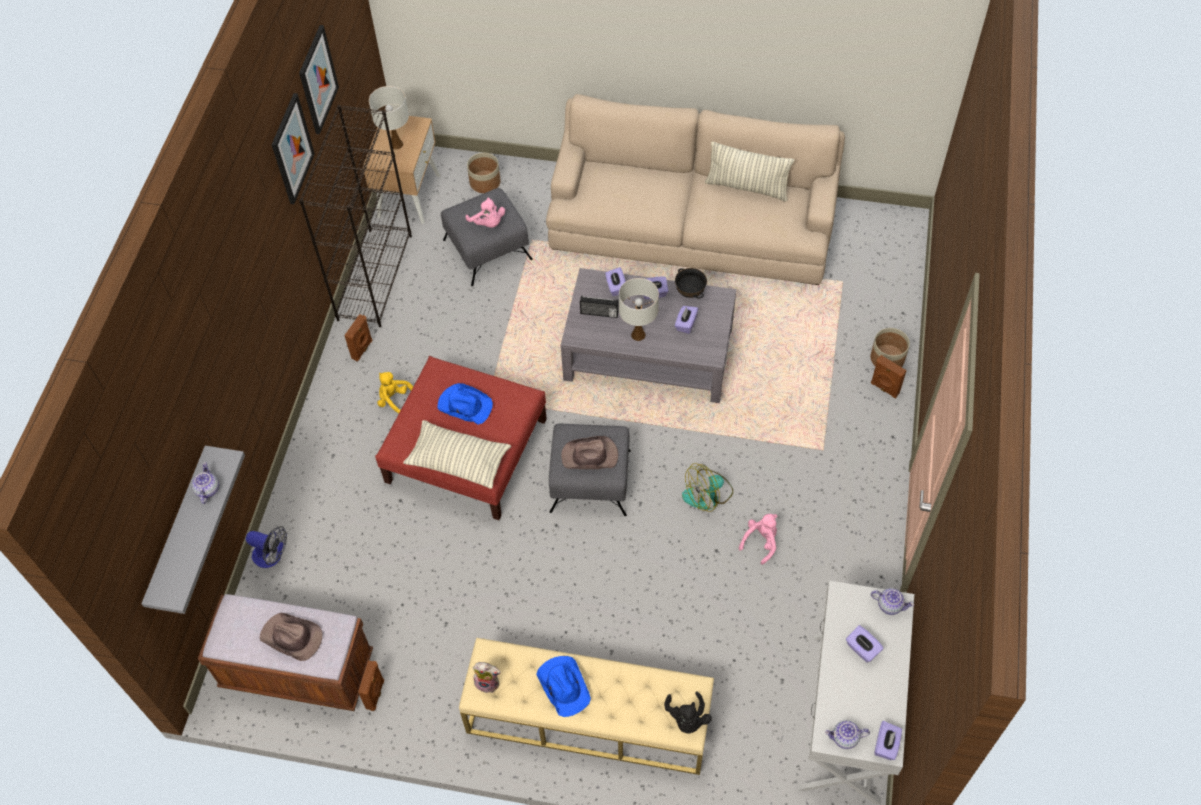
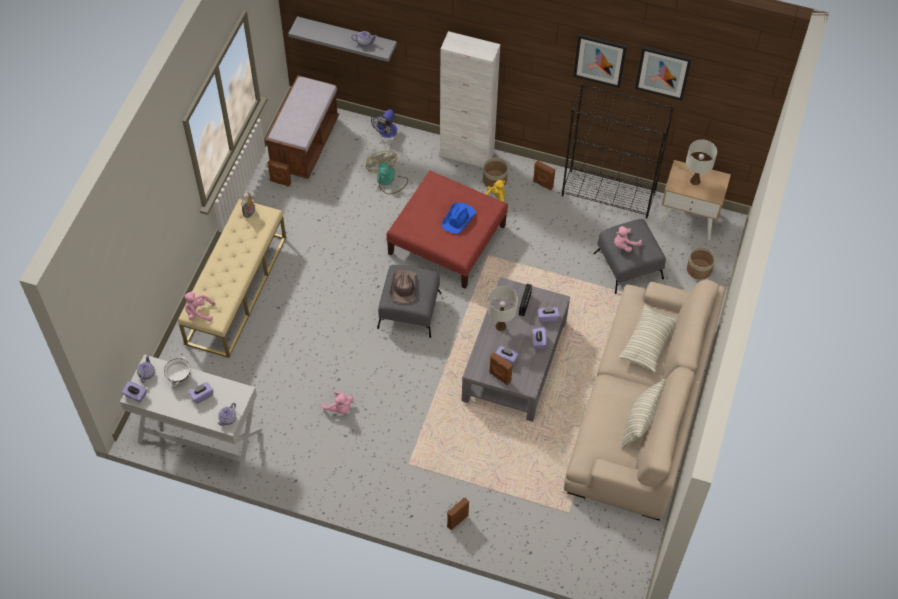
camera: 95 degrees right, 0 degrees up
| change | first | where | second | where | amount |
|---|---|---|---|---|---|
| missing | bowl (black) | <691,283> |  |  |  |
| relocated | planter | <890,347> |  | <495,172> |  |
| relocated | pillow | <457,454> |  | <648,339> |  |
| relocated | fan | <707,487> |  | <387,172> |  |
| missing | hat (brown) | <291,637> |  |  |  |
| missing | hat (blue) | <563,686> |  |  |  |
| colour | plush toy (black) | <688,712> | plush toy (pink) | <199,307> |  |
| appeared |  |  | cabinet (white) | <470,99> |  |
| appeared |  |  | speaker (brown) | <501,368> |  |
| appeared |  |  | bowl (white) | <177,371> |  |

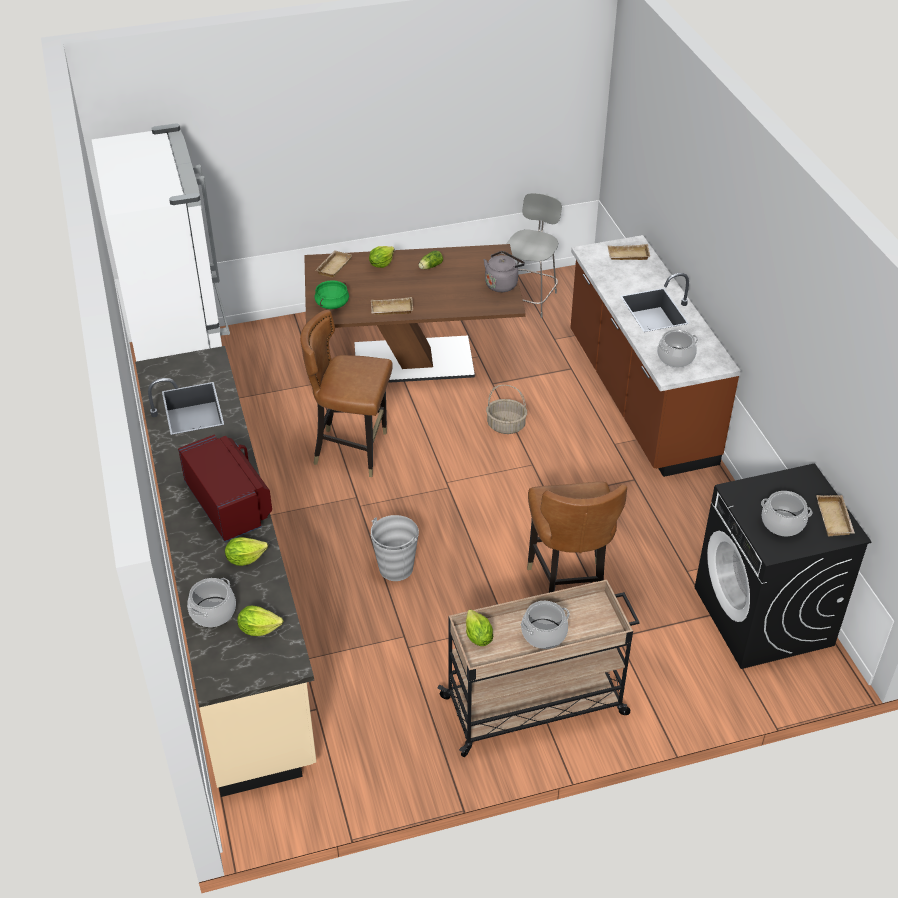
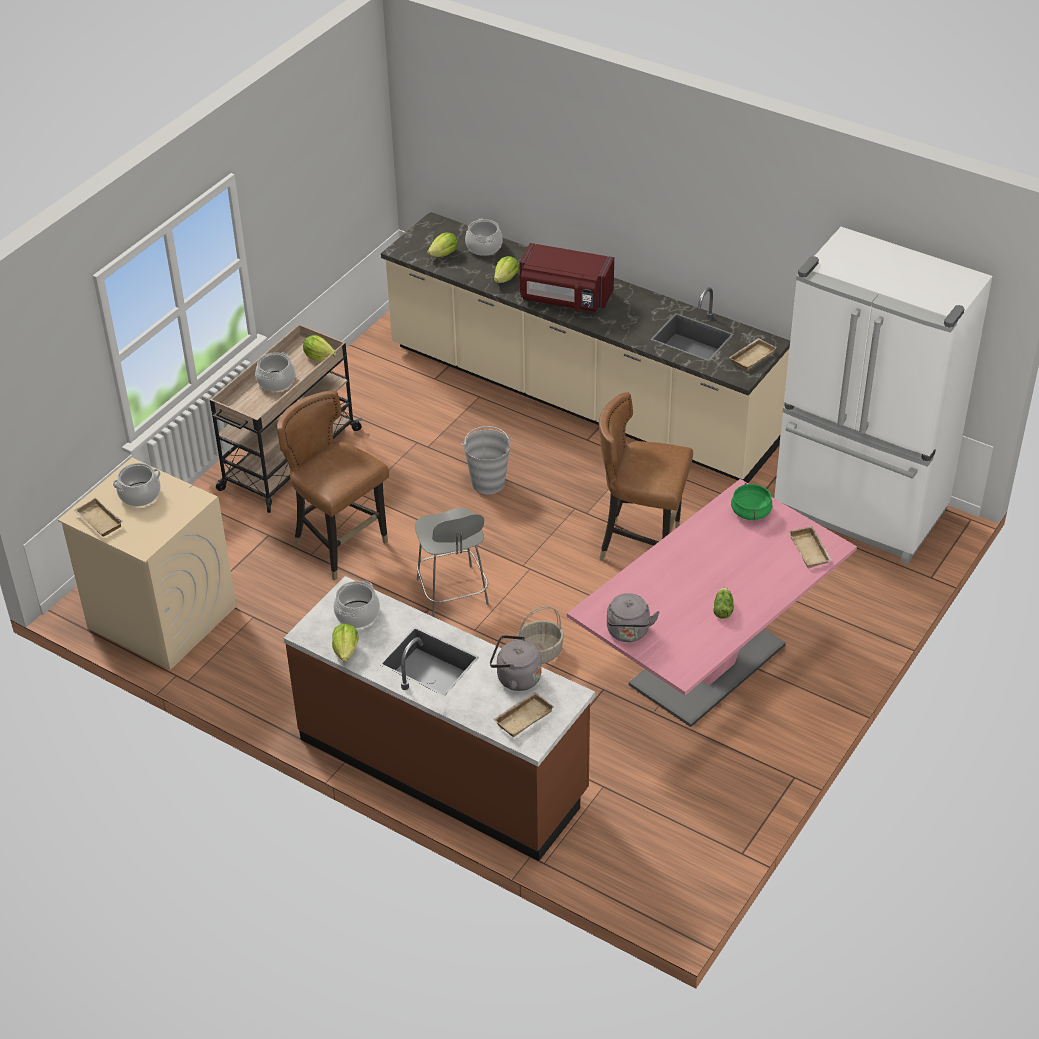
camera: 140 degrees right, 0 degrees up
| change | first | where | second | where | amount |
|---|---|---|---|---|---|
| relocated | chair (grey) | <534,255> |  | <452,562> |  |
| colour | dining table (brown) | <415,313> | dining table (pink) | <712,603> |  |
| relocated | lettuce | <381,257> |  | <345,642> |  |
| relocated | tray (beige) | <392,306> |  | <753,354> |  |
| spun | chair (brown) | <346,393> |  | <646,476> | 135 degrees counterclockwise |
| colour | washing machine (black) | <783,566> | washing machine (beige) | <147,564> |  |
| appeared |  |  | kettle (grey) | <515,663> |  |

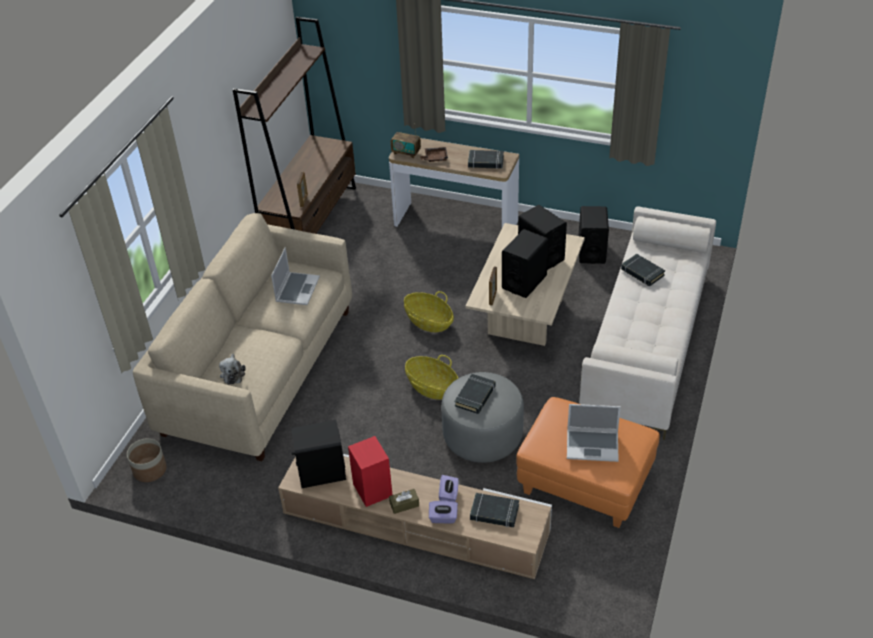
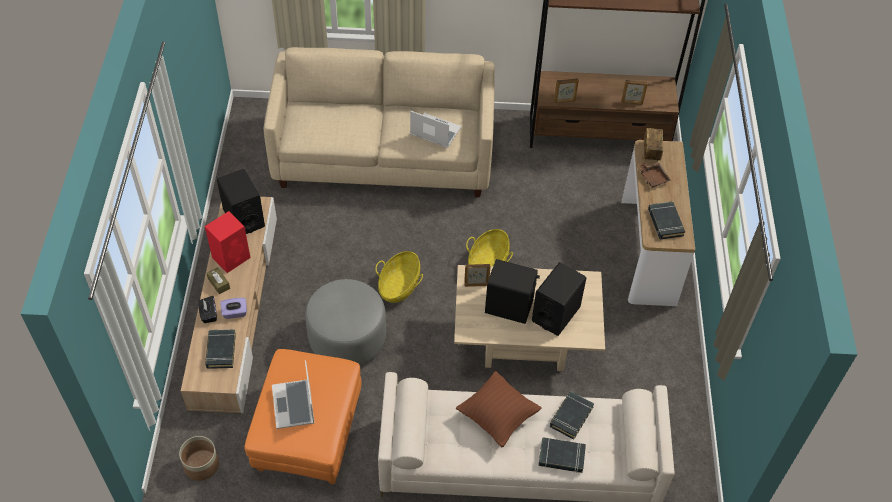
camera: 70 degrees right, 10 degrees up
| change | first | where | second | where | amount |
|---|---|---|---|---|---|
| missing | speaker (black) | <594,235> |  |  |  |
| spun | laptop | <295,276> |  | <435,129> | 150 degrees counterclockwise |
| missing | plush toy | <232,369> |  |  |  |
| relocated | book (black) | <475,394> |  | <562,455> |  |
| relocated | planter | <147,460> |  | <199,458> |  |
| colour | tissue box (purple) | <443,512> | tissue box (black) | <207,309> |  |
| appeared |  |  | picture frame | <634,92> |  |
| appeared |  |  | pillow (brown) | <498,409> |  |

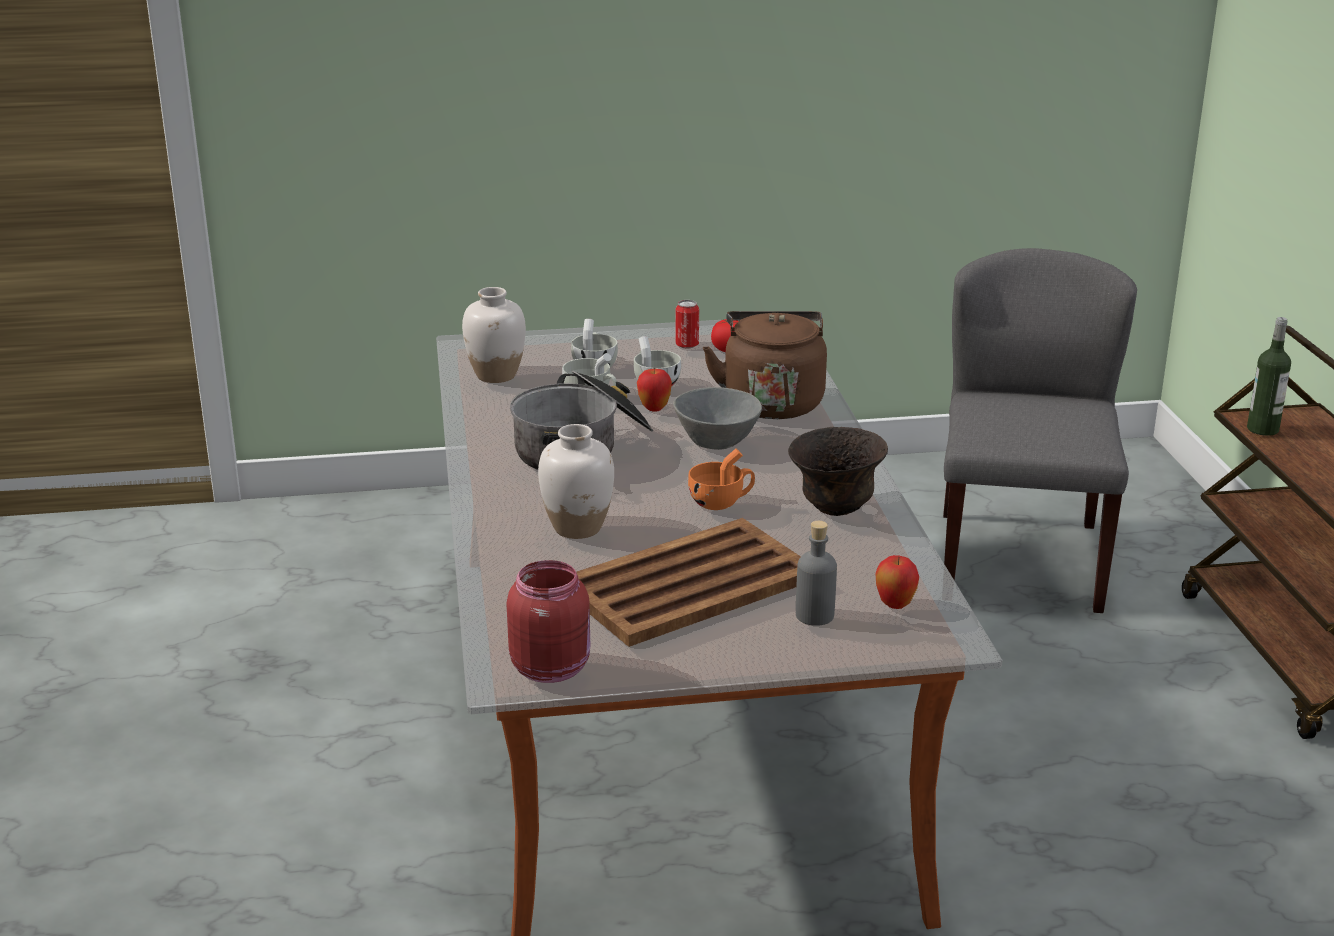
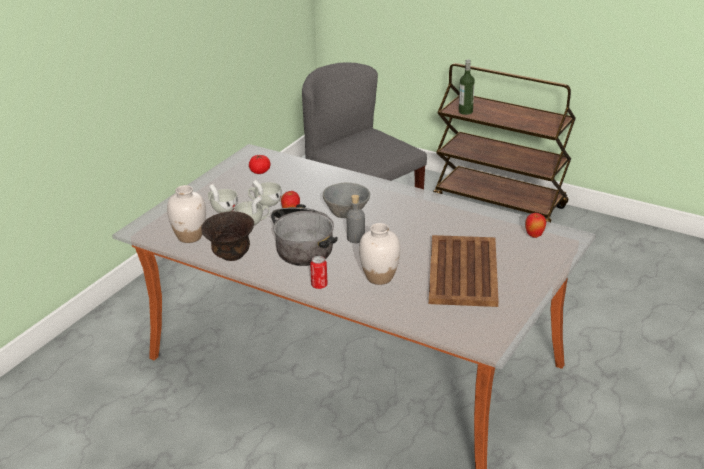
camera: 50 degrees left, 5 degrees up
| change | first | where | second | where | amount |
|---|---|---|---|---|---|
| relocated | can | <687,324> |  | <319,272> |  |
| missing | kettle (brown) | <765,365> |  |  |  |
| relocated | bowl (brown) | <838,471> |  | <227,236> |  |
| missing | cup (orange) | <721,479> |  |  |  |
| relocated | bottle (grey) | <816,573> |  | <355,219> |  |
| missing | jar (red) | <548,621> |  |  |  |

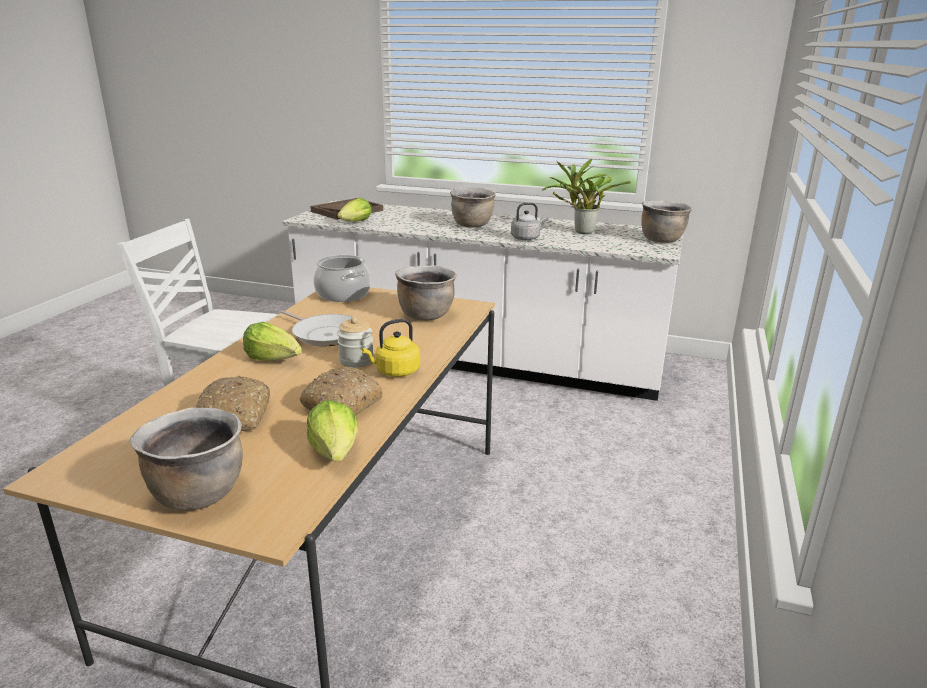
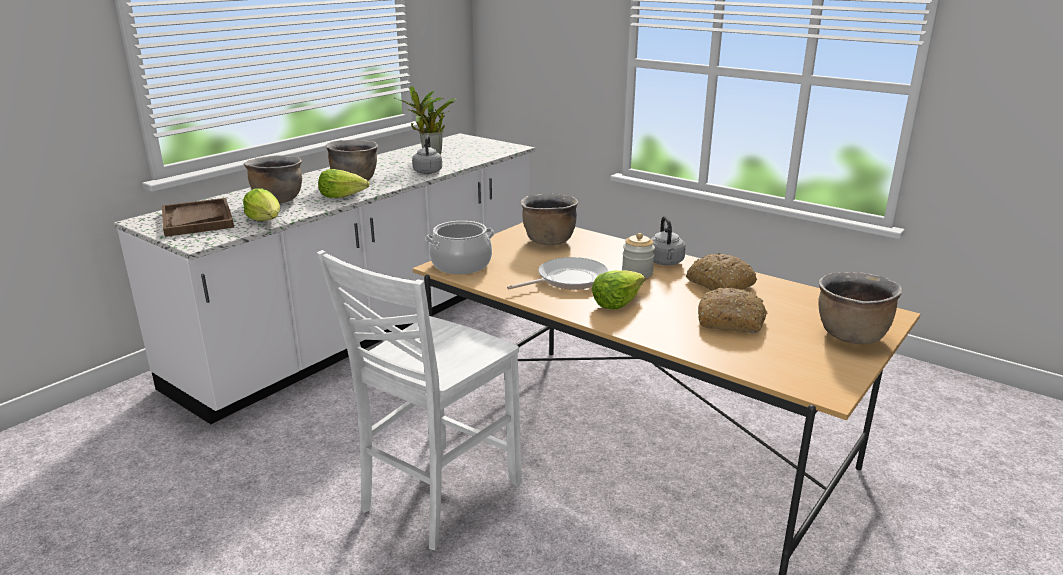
camera: 70 degrees left, 0 degrees up
| change | first | where | second | where | amount |
|---|---|---|---|---|---|
| relocated | cooking pot (brown) | <666,222> |  | <272,179> |  |
| colour | kettle (yellow) | <391,348> | kettle (grey) | <668,240> |  |
| relocated | lettuce | <332,431> |  | <343,183> |  |

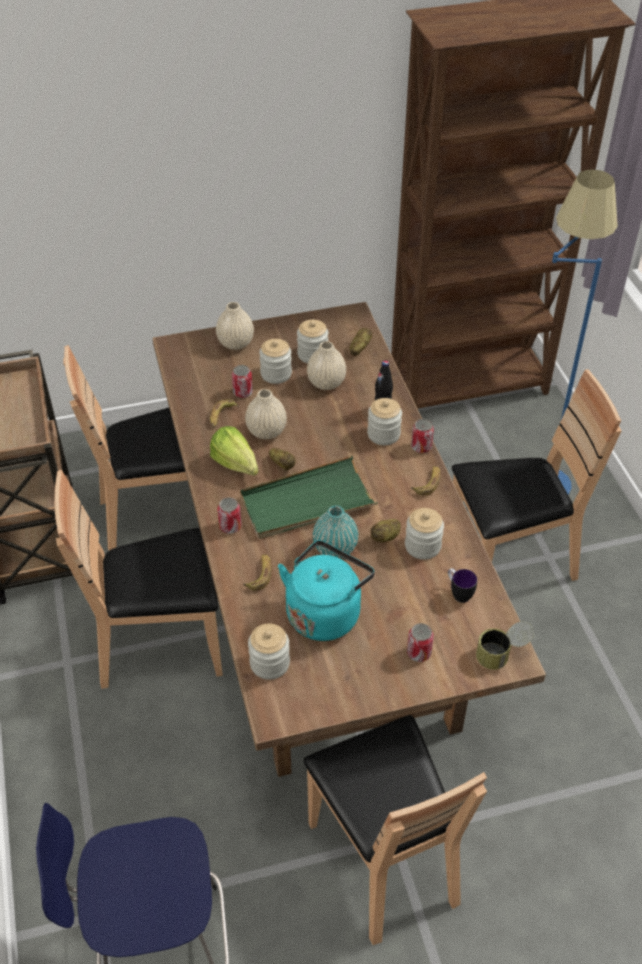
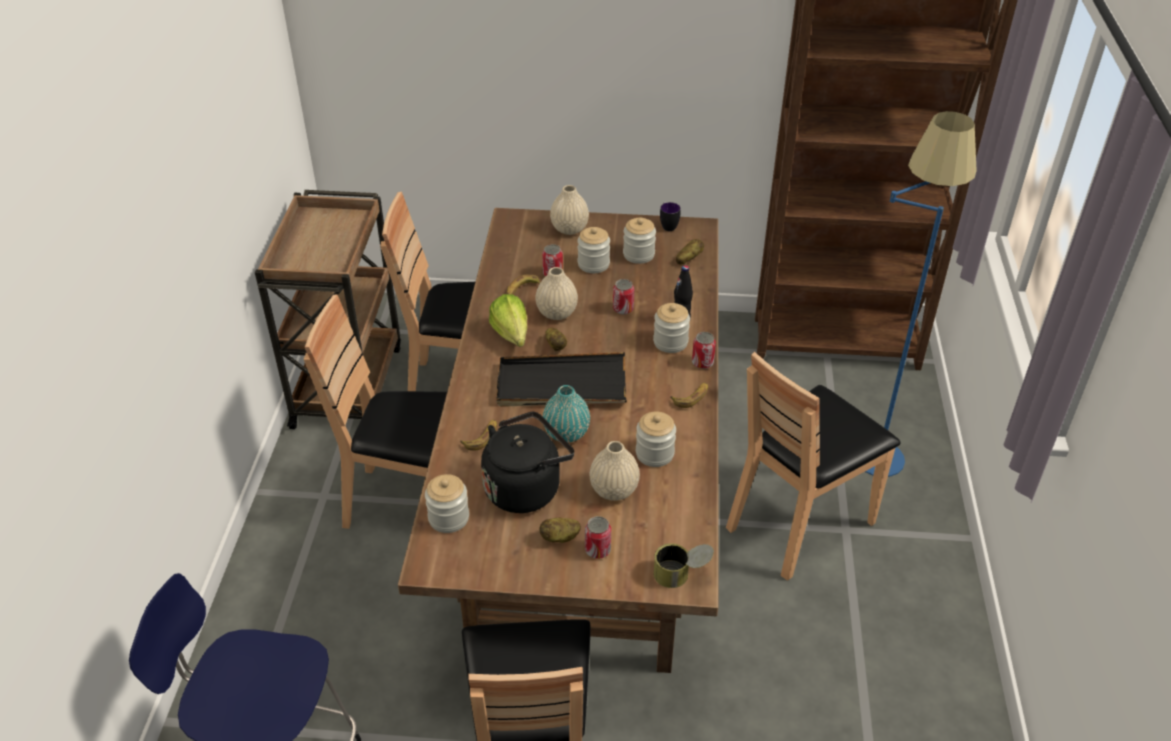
camera: 20 degrees right, 5 degrees down
| change | first | where | second | where | amount |
|---|---|---|---|---|---|
| relocated | vase (beige) | <326,365> |  | <615,471> |  |
| spun | chair (brown) | <536,475> |  | <813,466> | 135 degrees clockwise |
| colour | tray (green) | <309,497> | tray (black) | <562,379> |  |
| relocated | can | <229,516> |  | <623,297> |  |
| relocated | potato | <386,530> |  | <560,530> |  |
| colour | kettle (turquoise) | <326,590> | kettle (black) | <527,462> |  |
| relocated | mug | <462,585> |  | <670,216> |  |

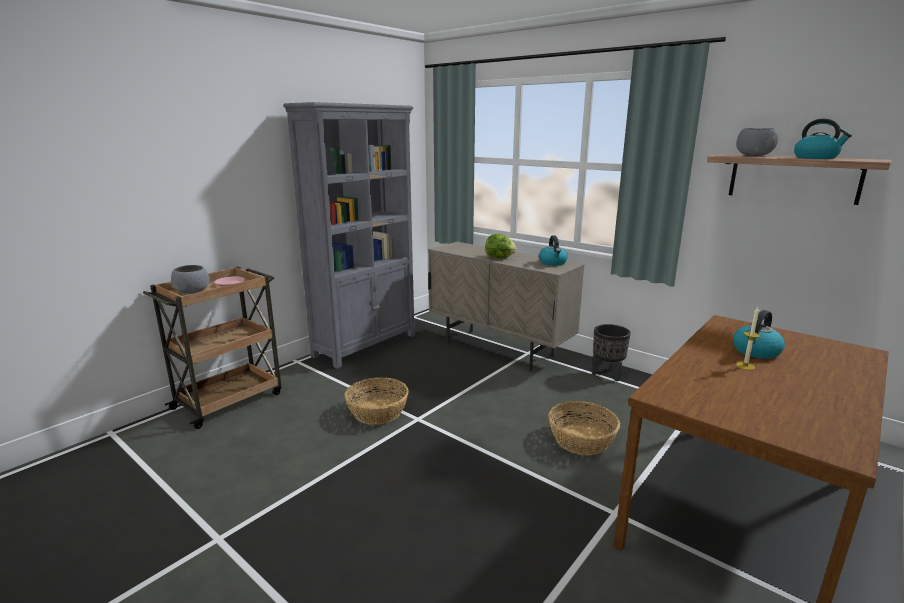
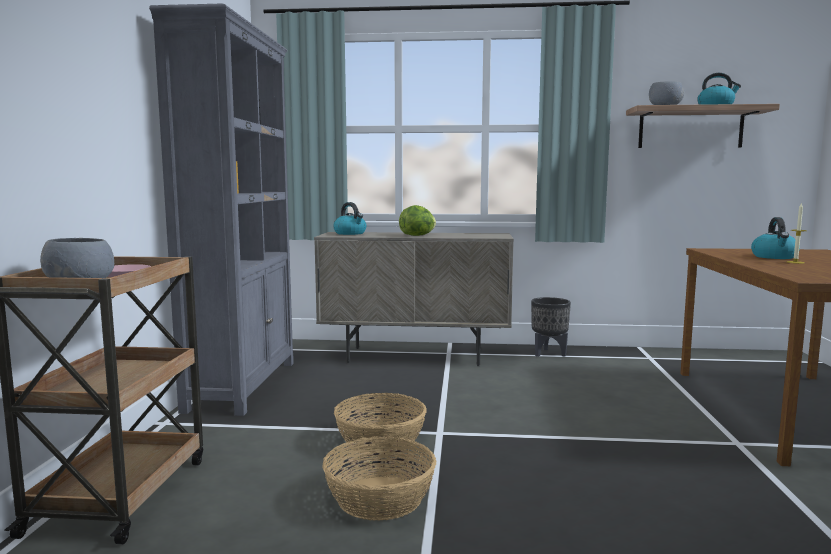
camera: 35 degrees left, 10 degrees down
| change | first | where | second | where | amount |
|---|---|---|---|---|---|
| relocated | kettle | <553,250> |  | <350,218> |  |
| relocated | basket | <584,428> |  | <379,478> |  |

